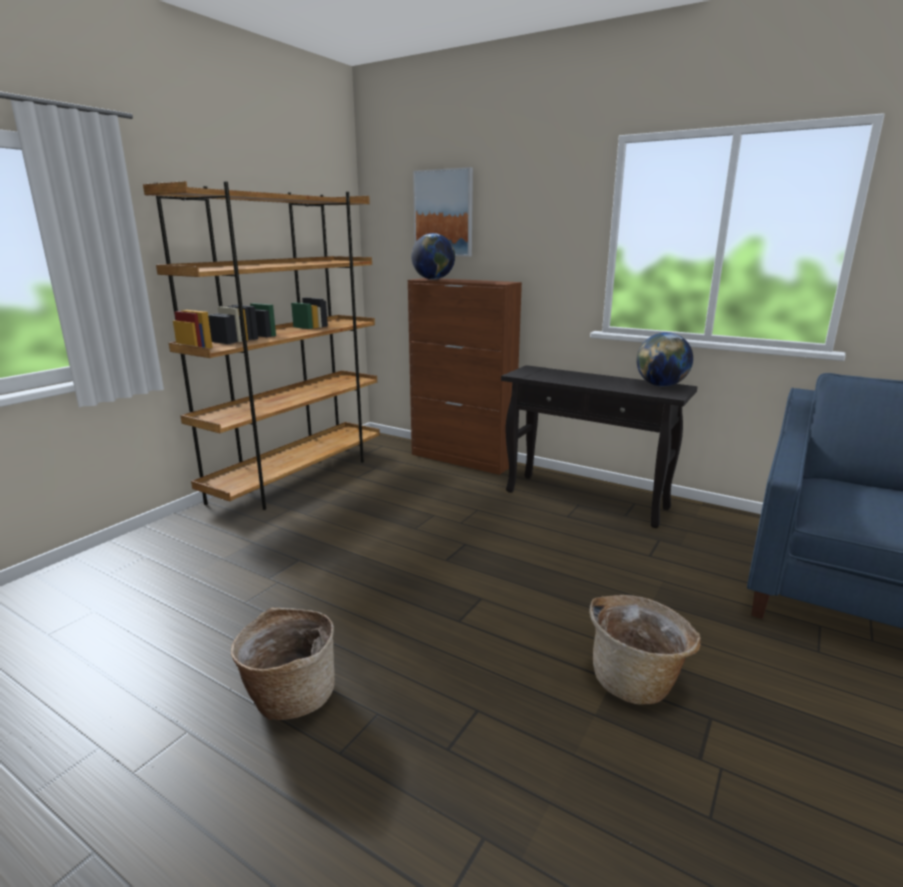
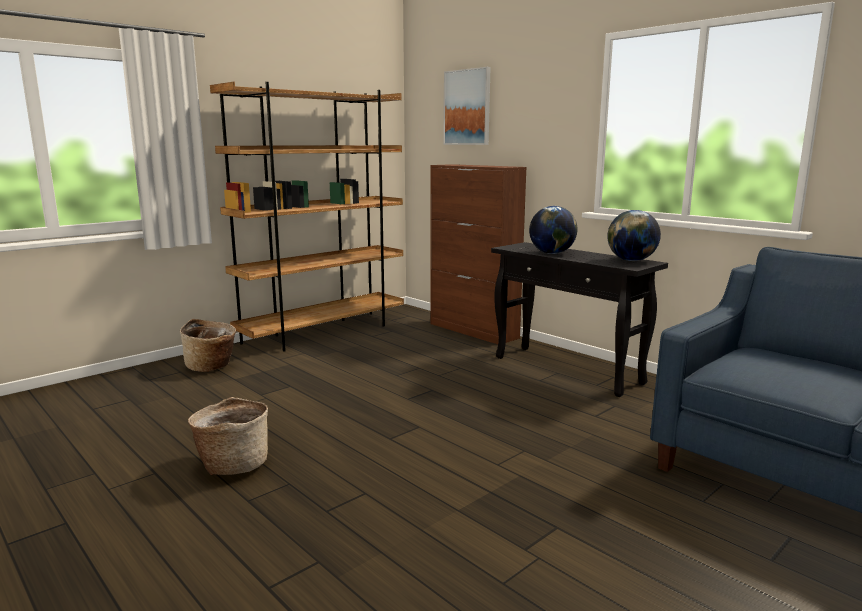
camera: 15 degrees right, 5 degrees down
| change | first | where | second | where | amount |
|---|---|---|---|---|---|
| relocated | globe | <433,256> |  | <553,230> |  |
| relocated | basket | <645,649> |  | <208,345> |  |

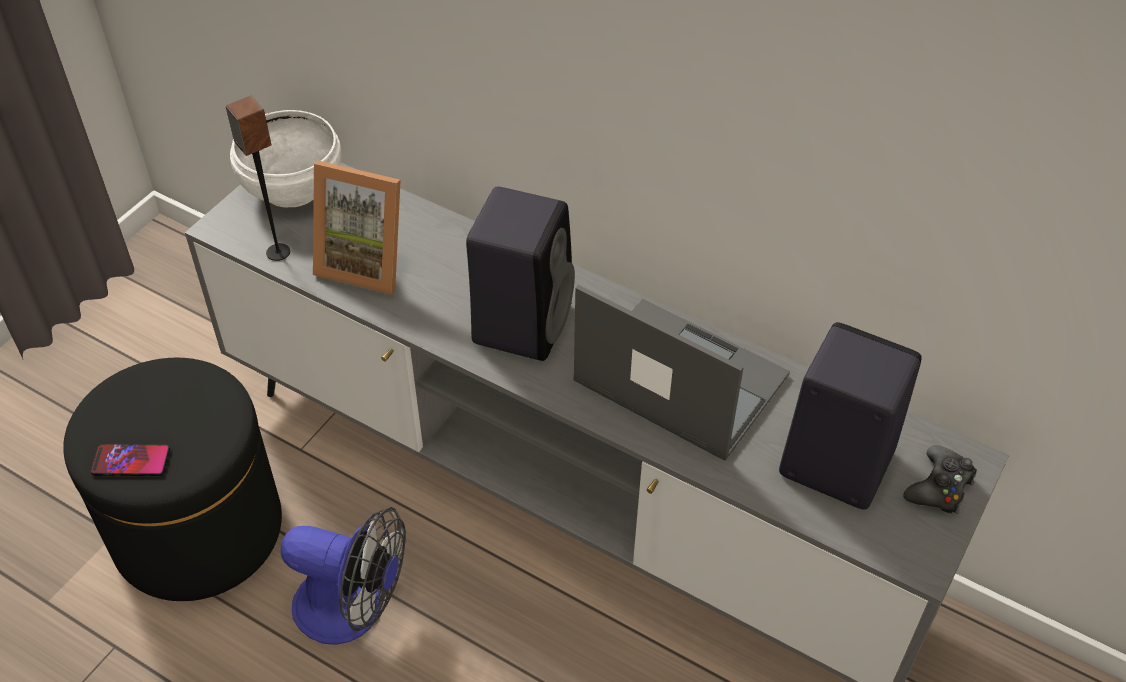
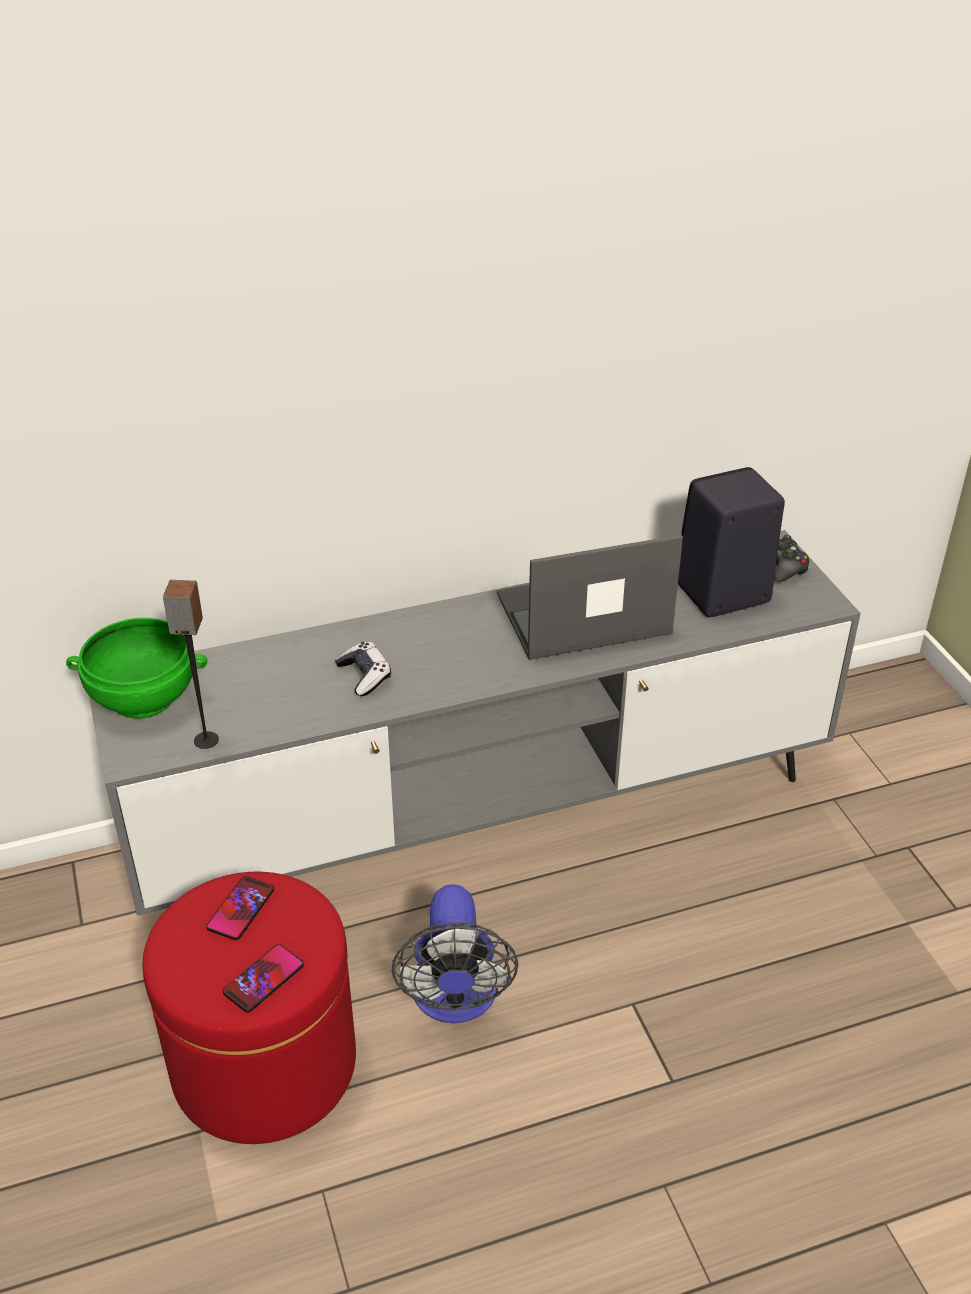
camera: 50 degrees left, 10 degrees down
| change | first | where | second | where | amount |
|---|---|---|---|---|---|
| colour | bowl (white) | <286,158> | bowl (green) | <136,668> |  |
| missing | picture frame | <357,228> |  |  |  |
| missing | speaker (black) | <520,273> |  |  |  |
| colour | ottoman (black) | <172,479> | ottoman (red) | <249,1008> |  |
| spun | fan | <343,576> |  | <455,954> | 120 degrees clockwise |
| appeared |  |  | game controller | <363,669> |  |
| appeared |  |  | phone | <240,908> |  |

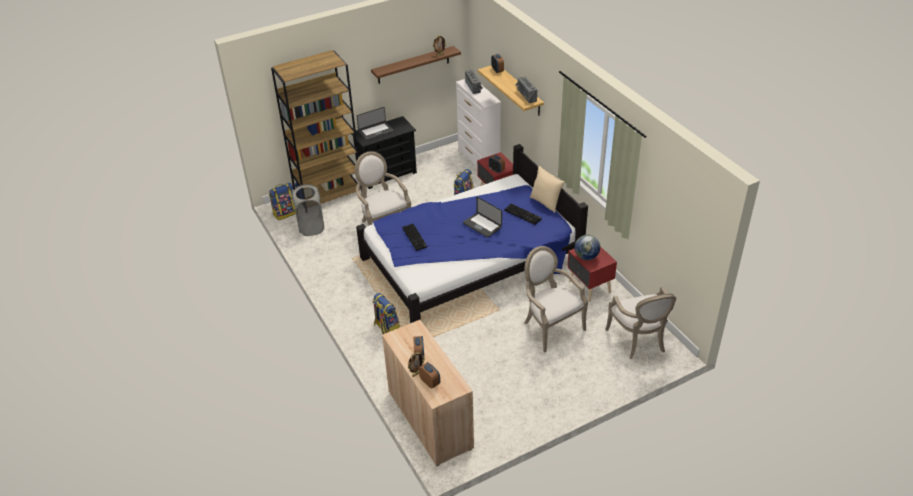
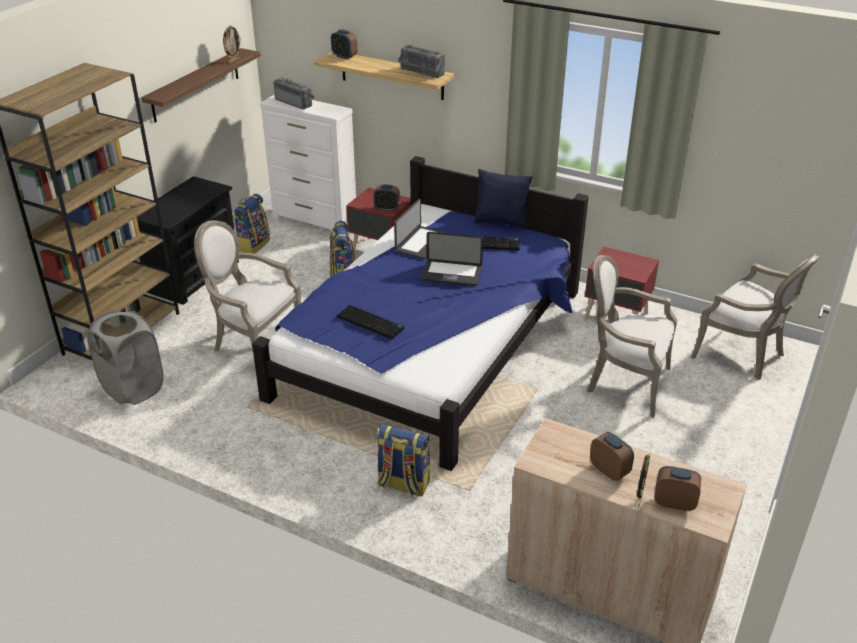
camera: 35 degrees left, 5 degrees down
| change | first | where | second | where | amount |
|---|---|---|---|---|---|
| relocated | laptop | <375,123> |  | <421,229> |  |
| colour | pillow (beige) | <547,189> | pillow (blue) | <503,199> |  |
| relocated | backpack | <282,201> |  | <251,224> |  |
| missing | globe | <587,247> |  |  |  |

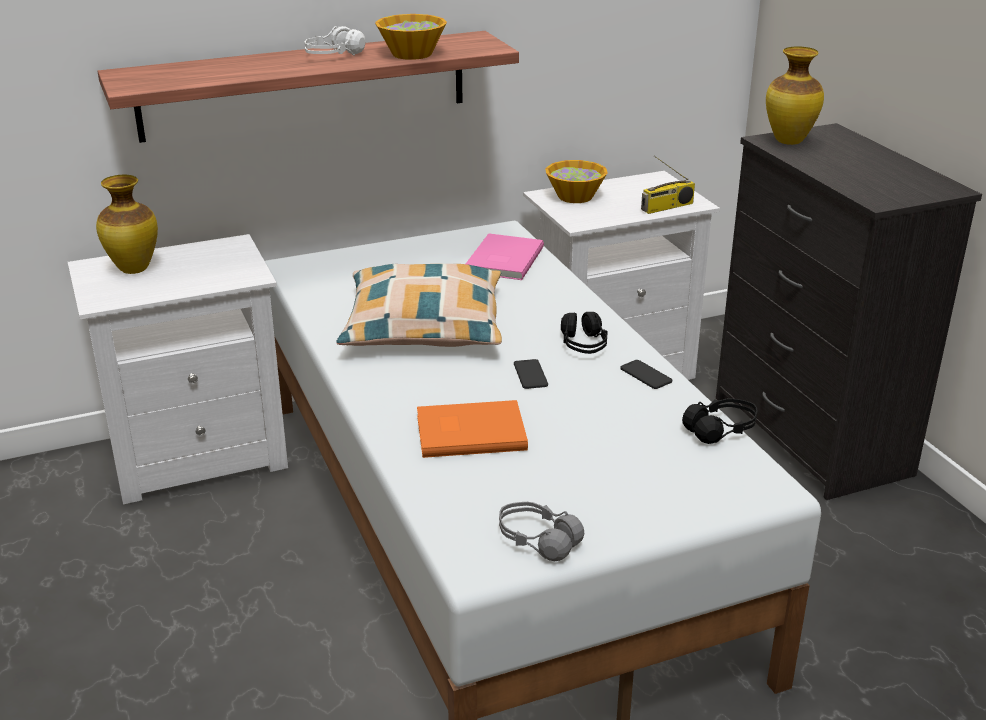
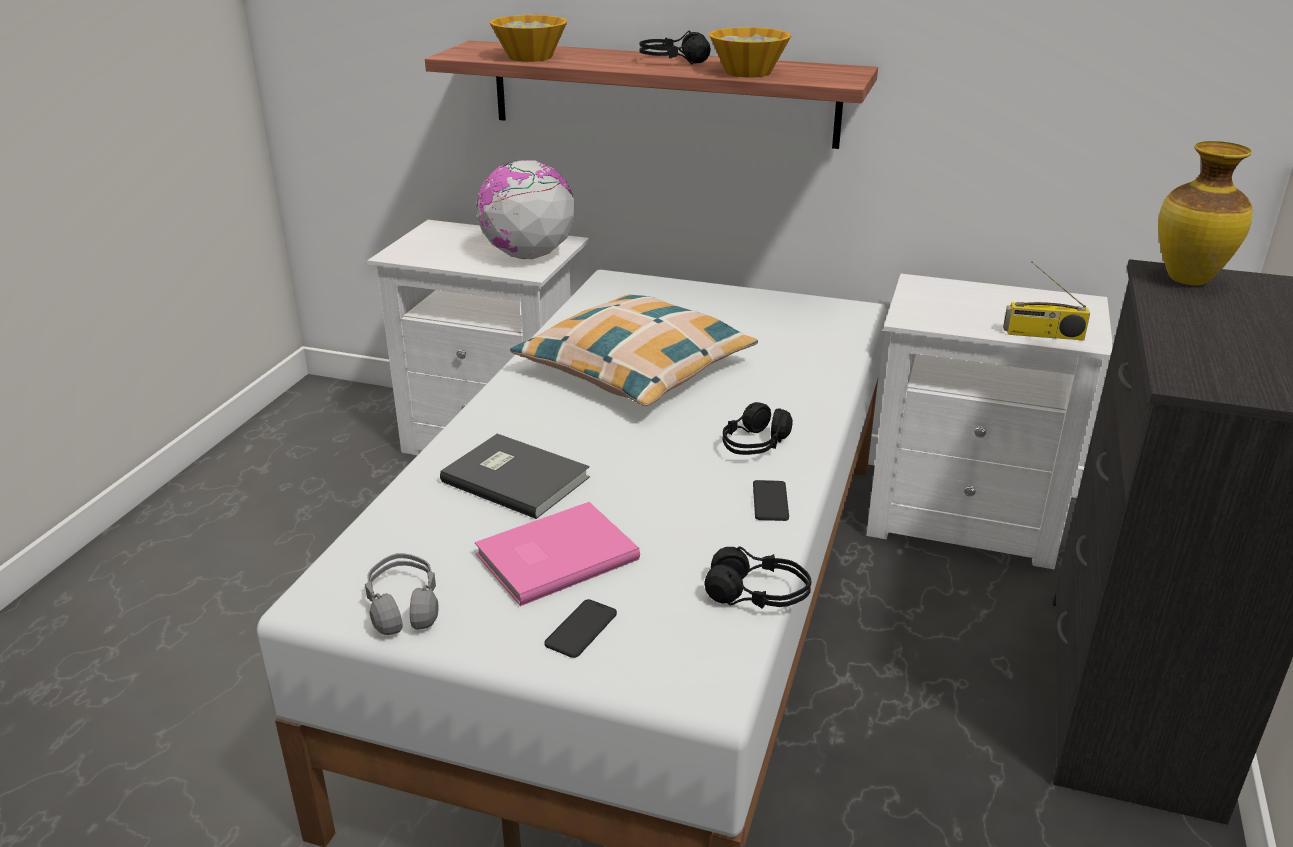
camera: 40 degrees right, 0 degrees up
| change | first | where | second | where | amount |
|---|---|---|---|---|---|
| colour | headphones (white) | <335,41> | headphones (black) | <675,47> |  |
| relocated | bowl | <576,181> |  | <528,38> |  |
| missing | vase | <127,224> |  |  |  |
| relocated | book (pink) | <505,256> |  | <557,554> |  |
| relocated | phone | <531,374> |  | <580,628> |  |
| colour | book (orange) | <472,429> | book (grey) | <515,476> |  |
| appeared |  |  | globe | <525,209> |  |

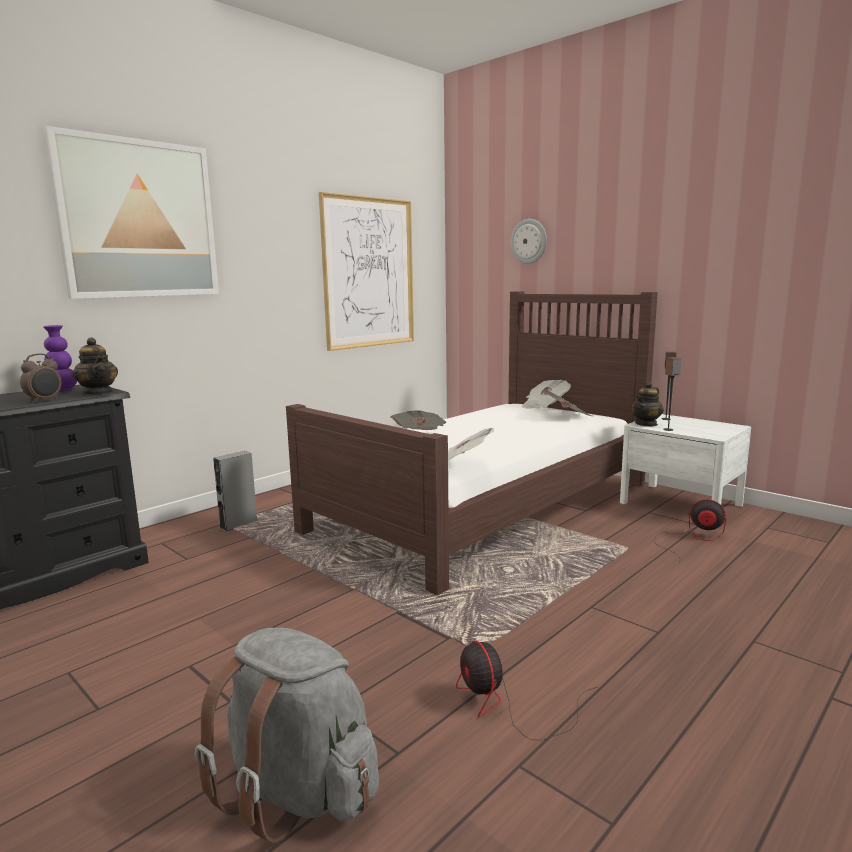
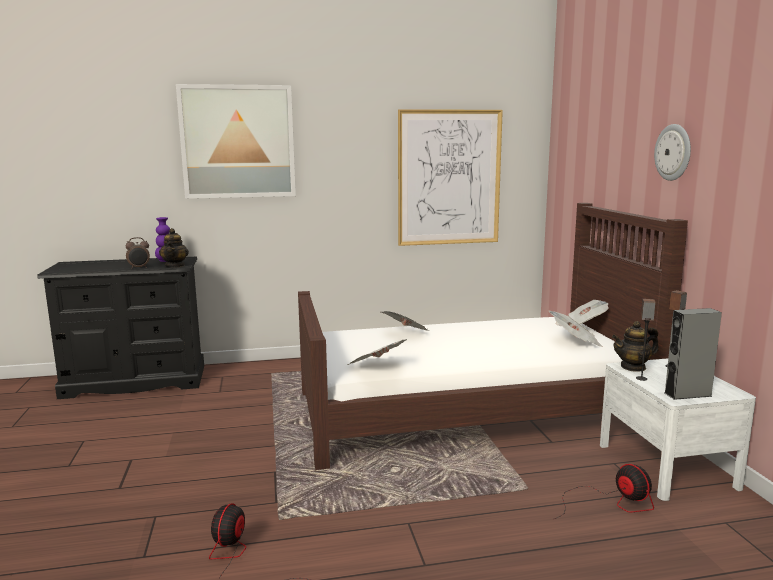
camera: 35 degrees right, 0 degrees up
| change | first | where | second | where | amount |
|---|---|---|---|---|---|
| relocated | wall clock | <528,241> |  | <672,152> |  |
| relocated | speaker (grey) | <235,491> |  | <693,354> |  |
| missing | backpack (grey) | <287,735> |  |  |  |

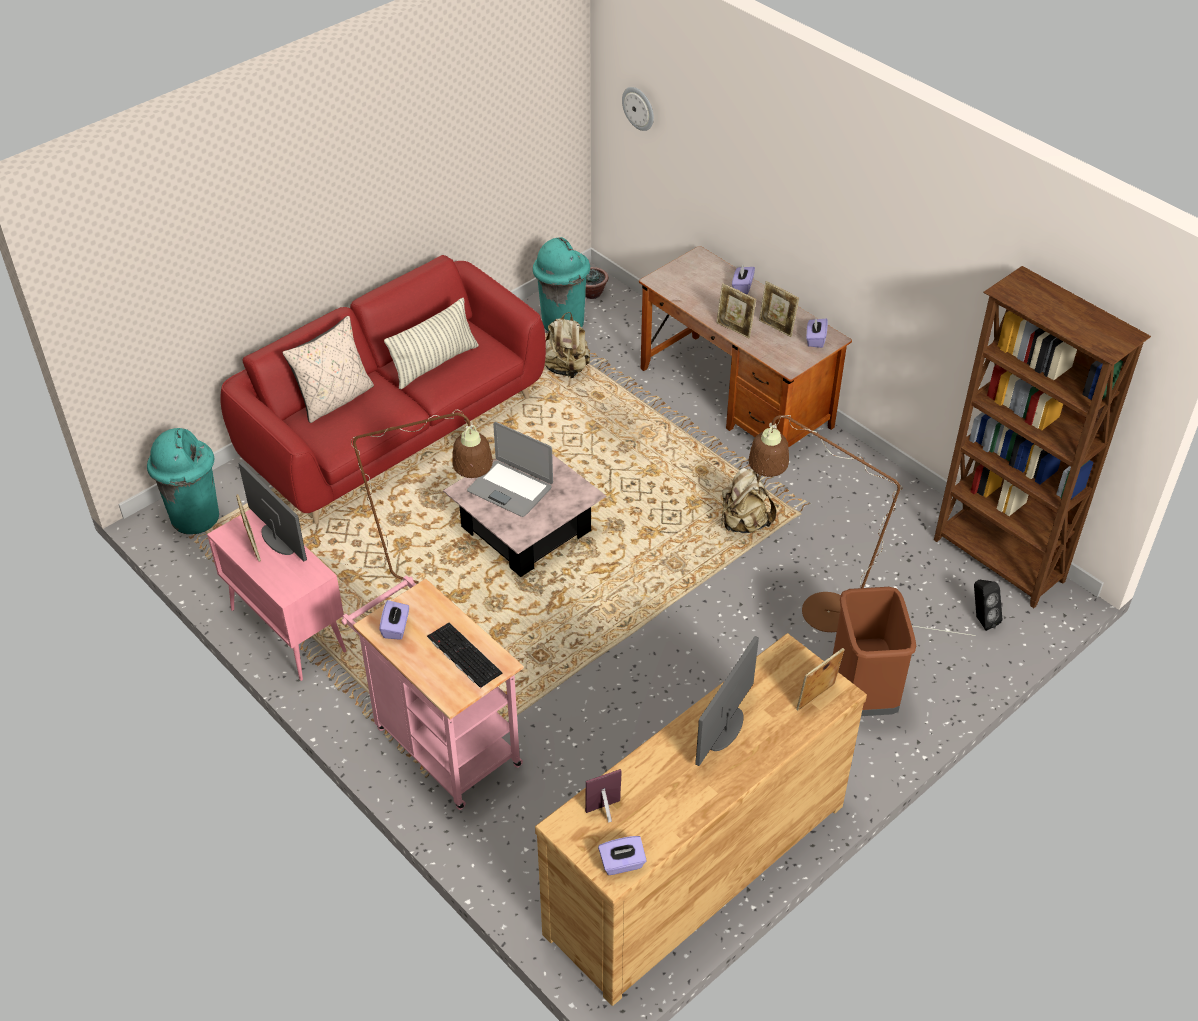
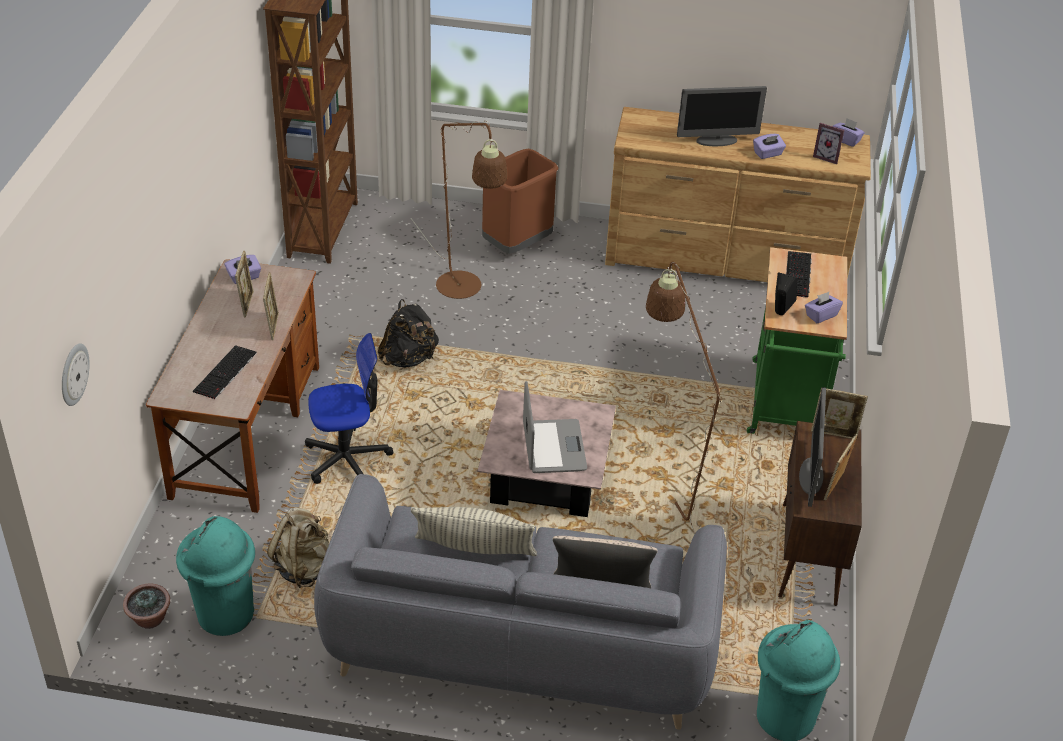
camera: 130 degrees left, 5 degrees down
| change | first | where | second | where | amount |
|---|---|---|---|---|---|
| colour | sofa (red) | <383,389> | sofa (grey) | <520,602> |  |
| relocated | tissue box (purple) | <743,279> |  | <769,146> |  |
| colour | backpack (beige) | <748,500> | backpack (black) | <408,333> |  |
| colour | cabinet (pink) | <276,595> | cabinet (brown) | <820,513> |  |
| colour | cart (pink) | <432,692> | cart (green) | <797,340> |  |
| relocated | speaker (black) | <988,605> |  | <786,293> |  |
| relocated | picture frame | <820,679> |  | <839,414> |  |
| appeared |  |  | office chair | <349,408> |  |
| appeared |  |  | keyboard | <225,372> |  |

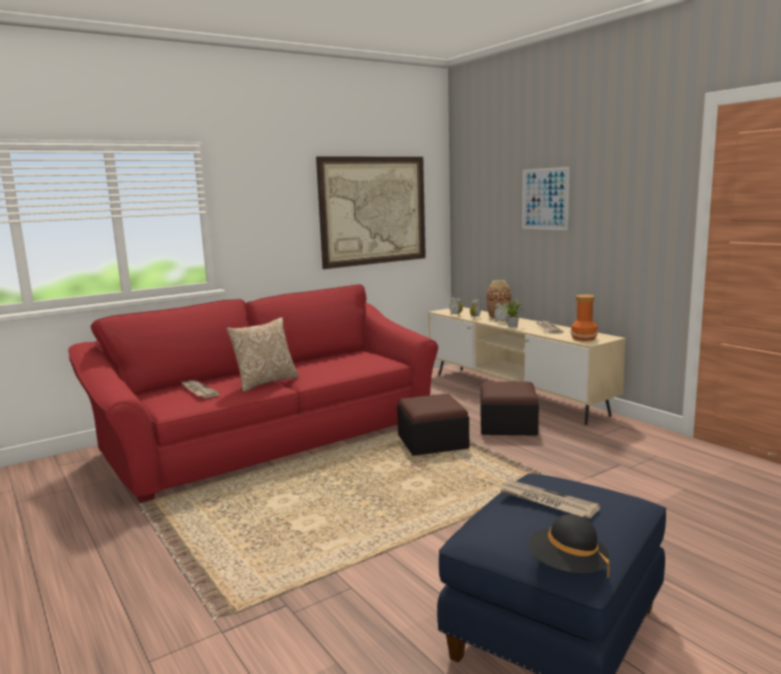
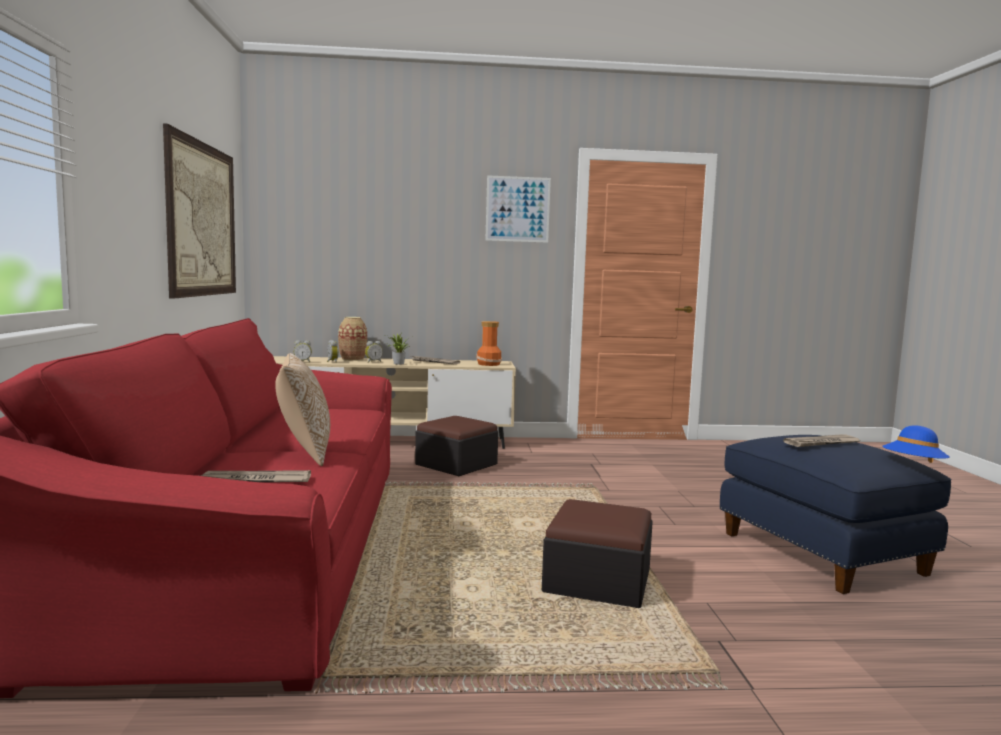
camera: 60 degrees left, 5 degrees down
| change | first | where | second | where | amount |
|---|---|---|---|---|---|
| relocated | picture | <546,198> |  | <518,209> |  |
| relocated | ottoman | <433,425> |  | <597,553> |  |
| colour | hat (black) | <569,546> | hat (blue) | <915,444> |  |

